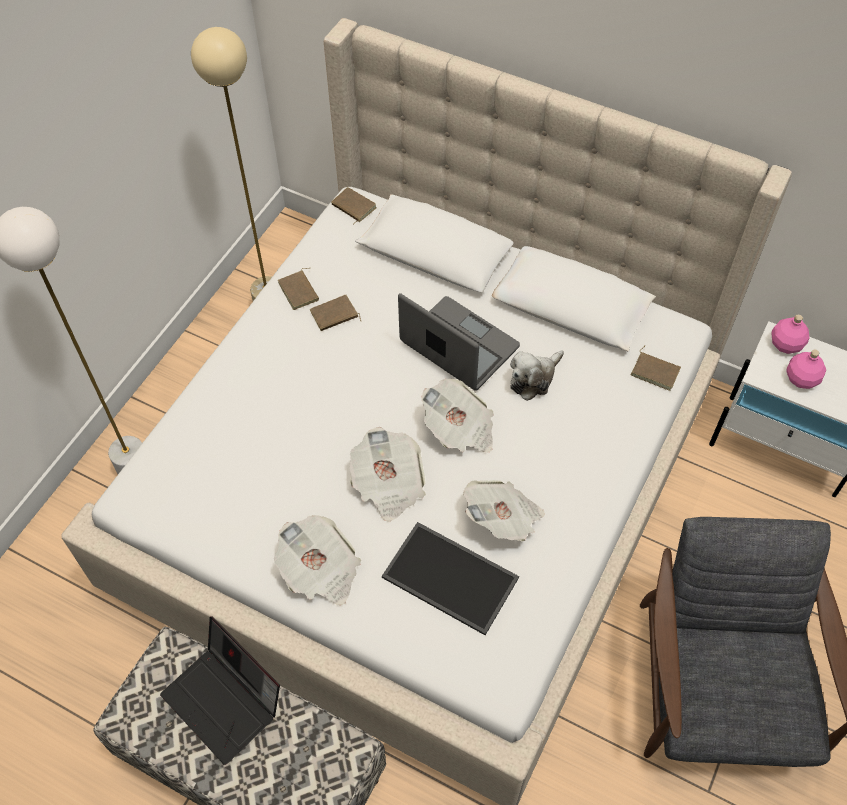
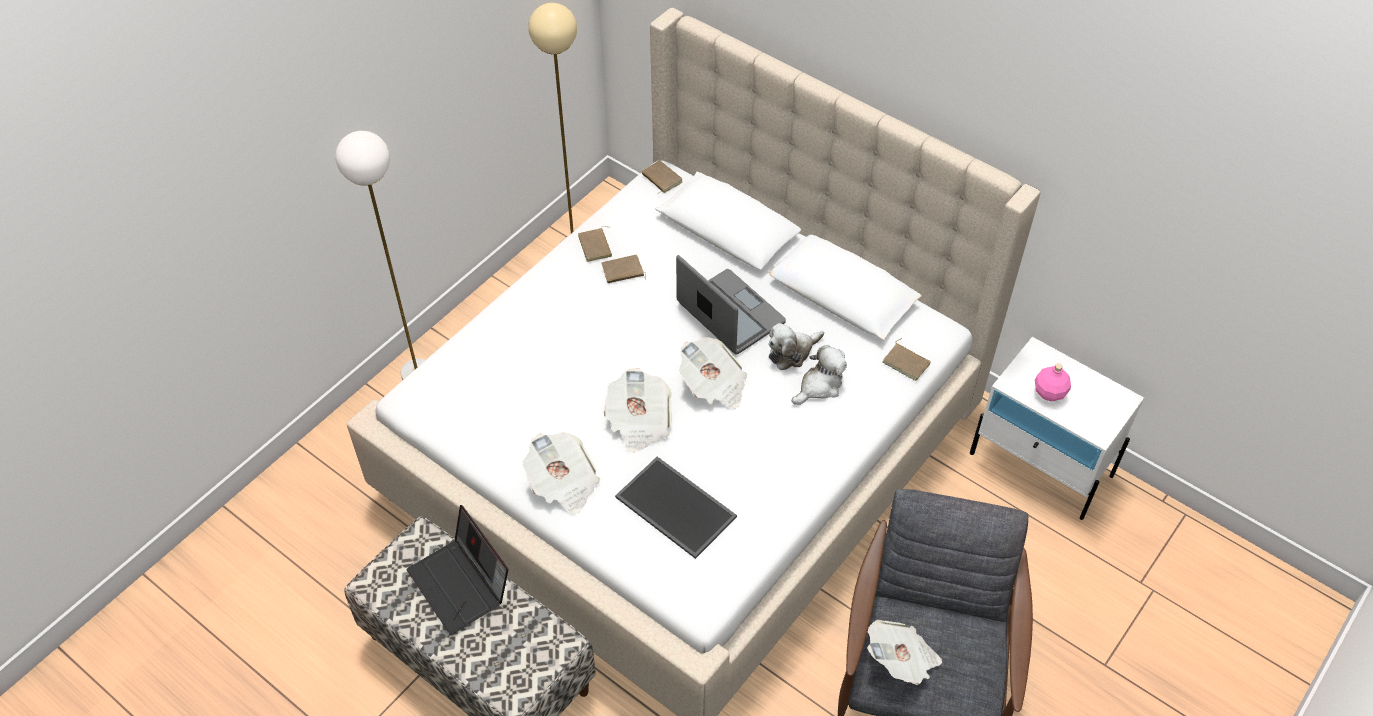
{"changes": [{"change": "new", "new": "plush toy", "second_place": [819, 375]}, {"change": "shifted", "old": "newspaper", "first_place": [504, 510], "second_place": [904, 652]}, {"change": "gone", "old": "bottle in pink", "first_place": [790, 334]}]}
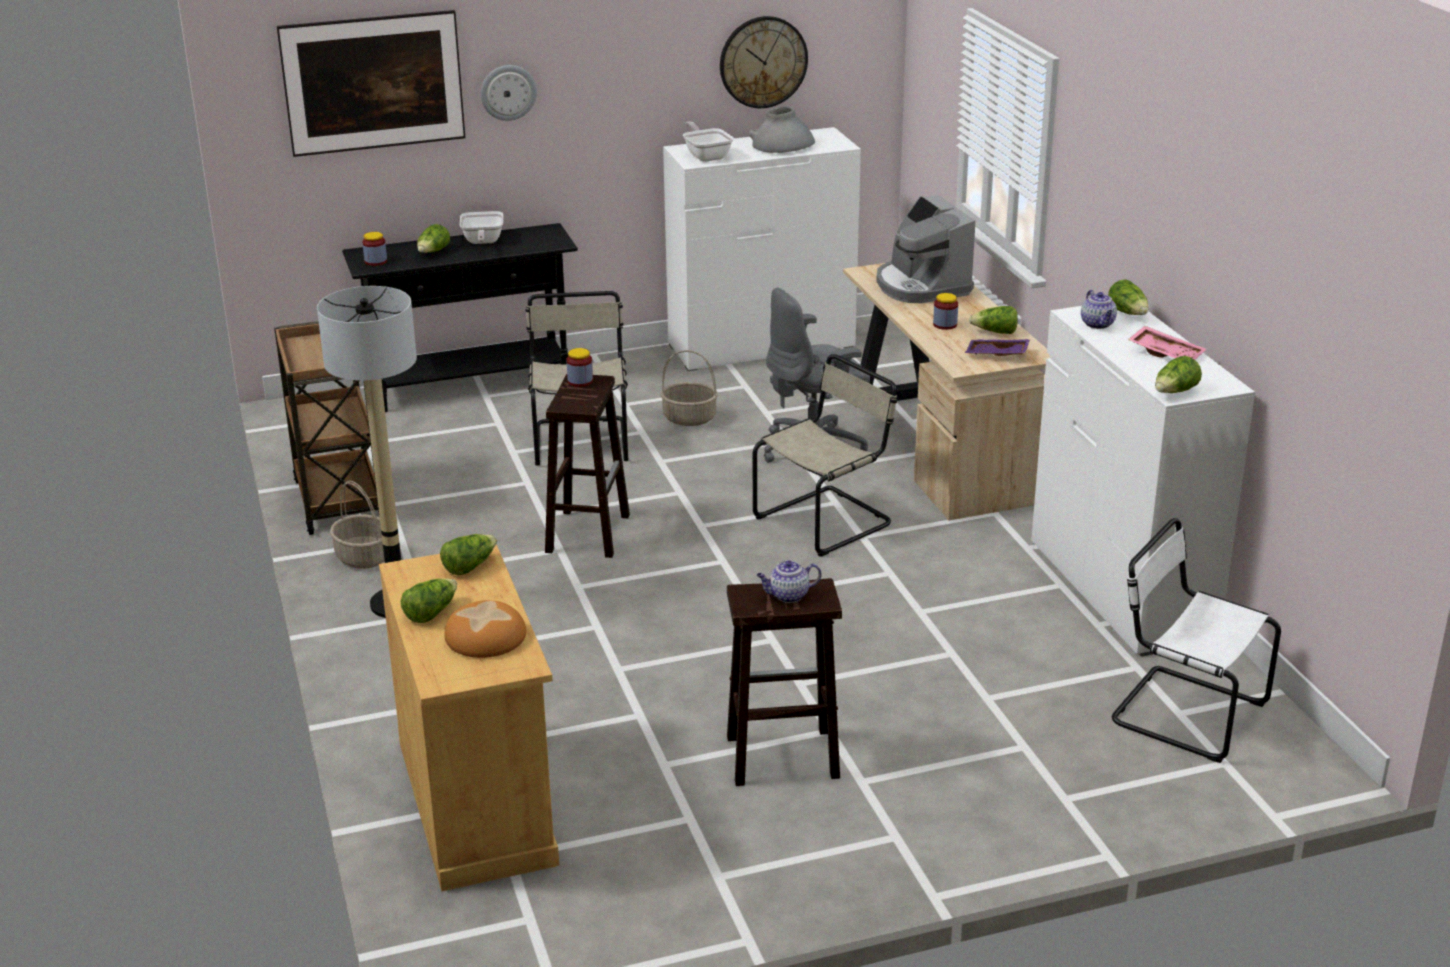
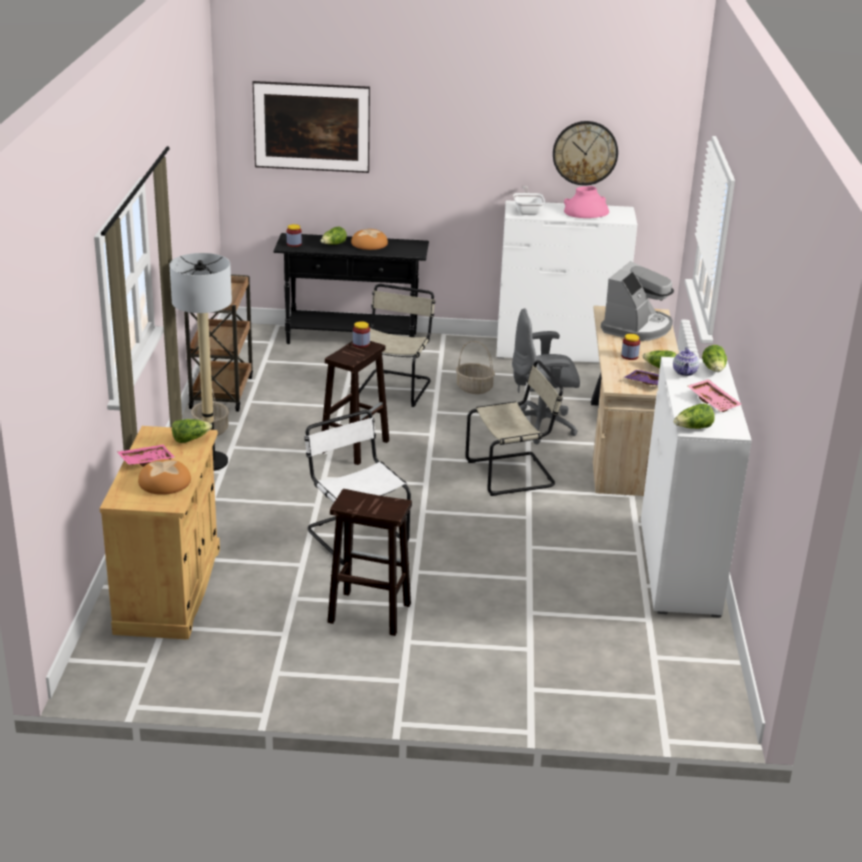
{"changes": [{"change": "swapped", "old": "lettuce", "new": "tray in pink", "first_place": [429, 601], "second_place": [146, 455]}, {"change": "shifted", "old": "chair in white", "first_place": [1196, 640], "second_place": [357, 487]}, {"change": "swapped", "old": "frying pan", "new": "bread", "first_place": [481, 227], "second_place": [369, 239]}, {"change": "repainted", "old": "vase in grey", "new": "vase in pink", "first_place": [782, 129], "second_place": [586, 202]}, {"change": "rotated", "old": "coffee machine", "first_place": [925, 249], "second_place": [637, 301], "degrees": -150}, {"change": "gone", "old": "wall clock", "first_place": [509, 93]}, {"change": "gone", "old": "teapot", "first_place": [789, 582]}]}
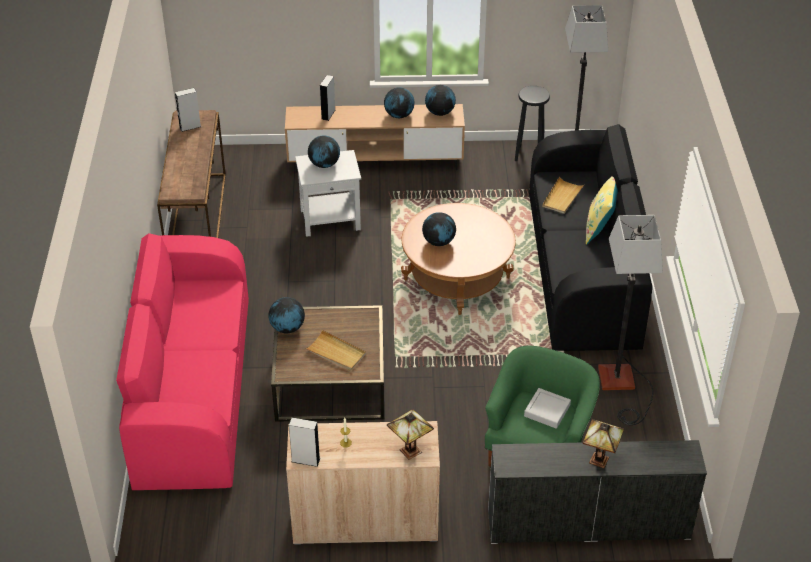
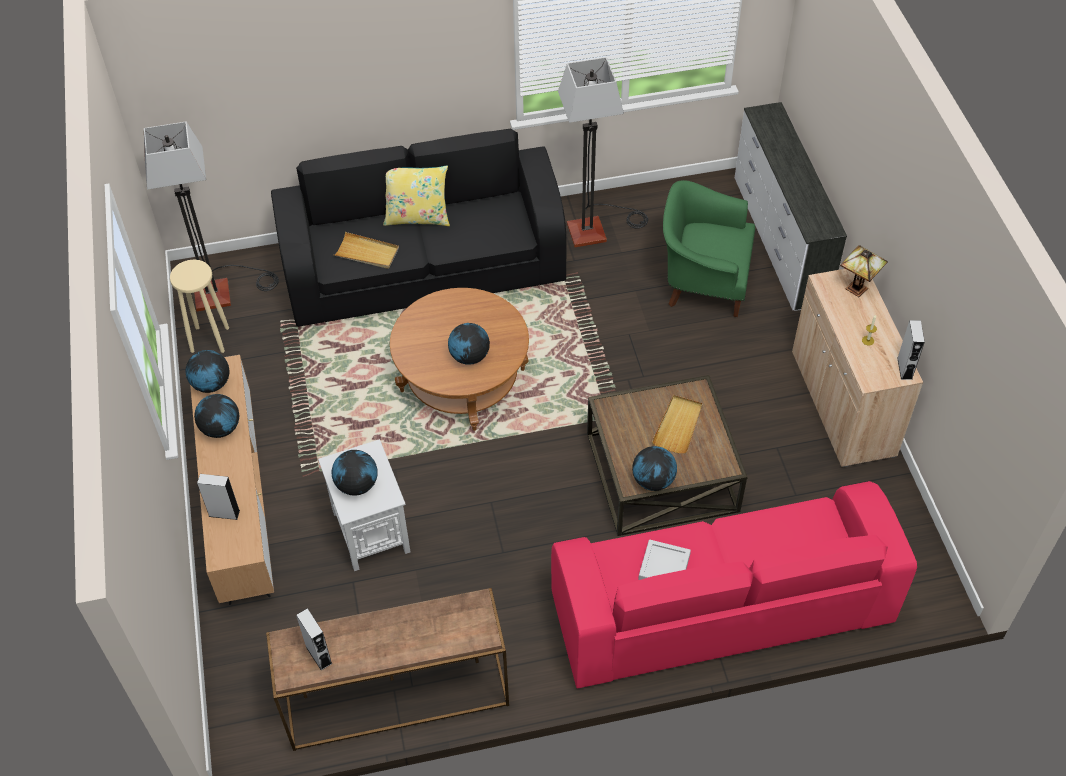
{"changes": [{"change": "repainted", "old": "stool in black", "new": "stool in beige", "first_place": [532, 123], "second_place": [199, 306]}, {"change": "shifted", "old": "tray in grey", "first_place": [547, 408], "second_place": [664, 560]}, {"change": "gone", "old": "table lamp", "first_place": [603, 443]}]}
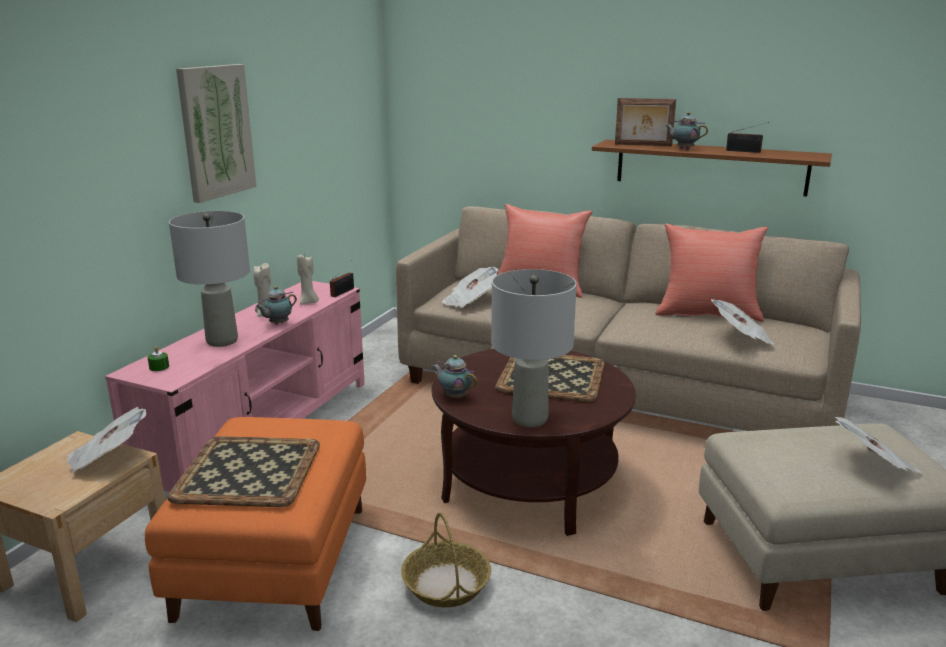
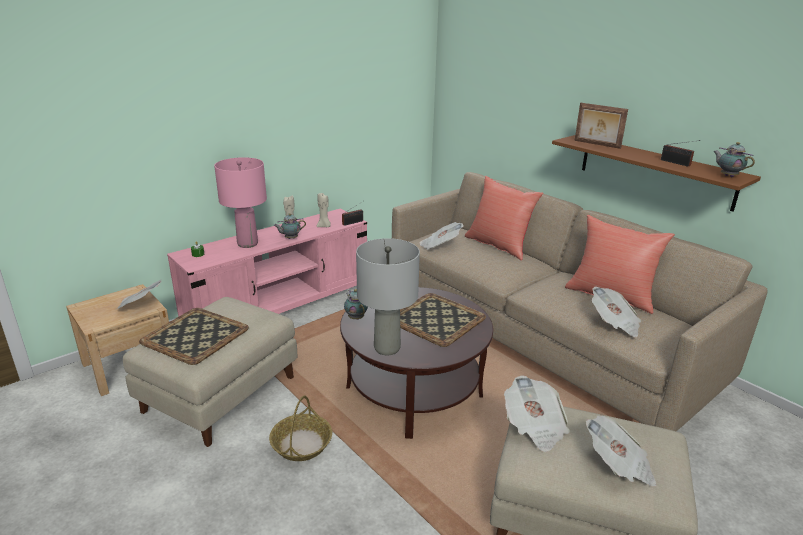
{"changes": [{"change": "repainted", "old": "ottoman in orange", "new": "ottoman in beige", "first_place": [255, 524], "second_place": [210, 372]}, {"change": "repainted", "old": "table lamp in grey", "new": "table lamp in pink", "first_place": [209, 279], "second_place": [240, 202]}, {"change": "new", "new": "newspaper", "second_place": [537, 413]}, {"change": "shifted", "old": "teapot", "first_place": [687, 131], "second_place": [734, 159]}, {"change": "gone", "old": "picture", "first_place": [216, 133]}]}
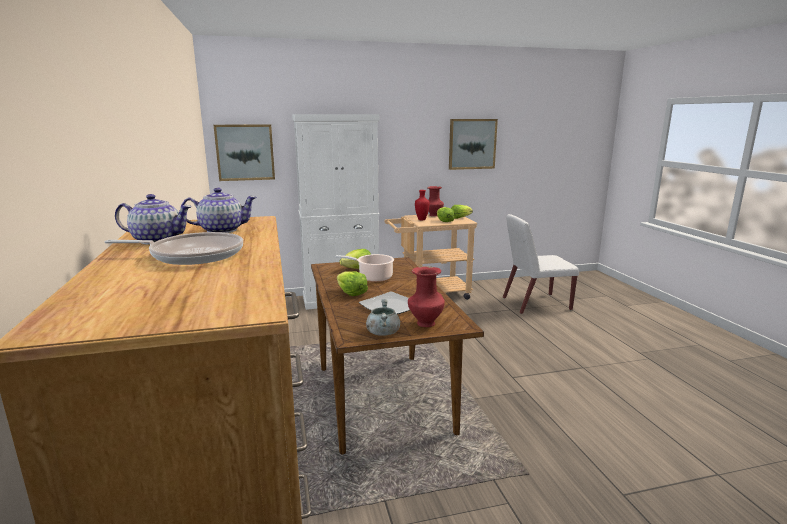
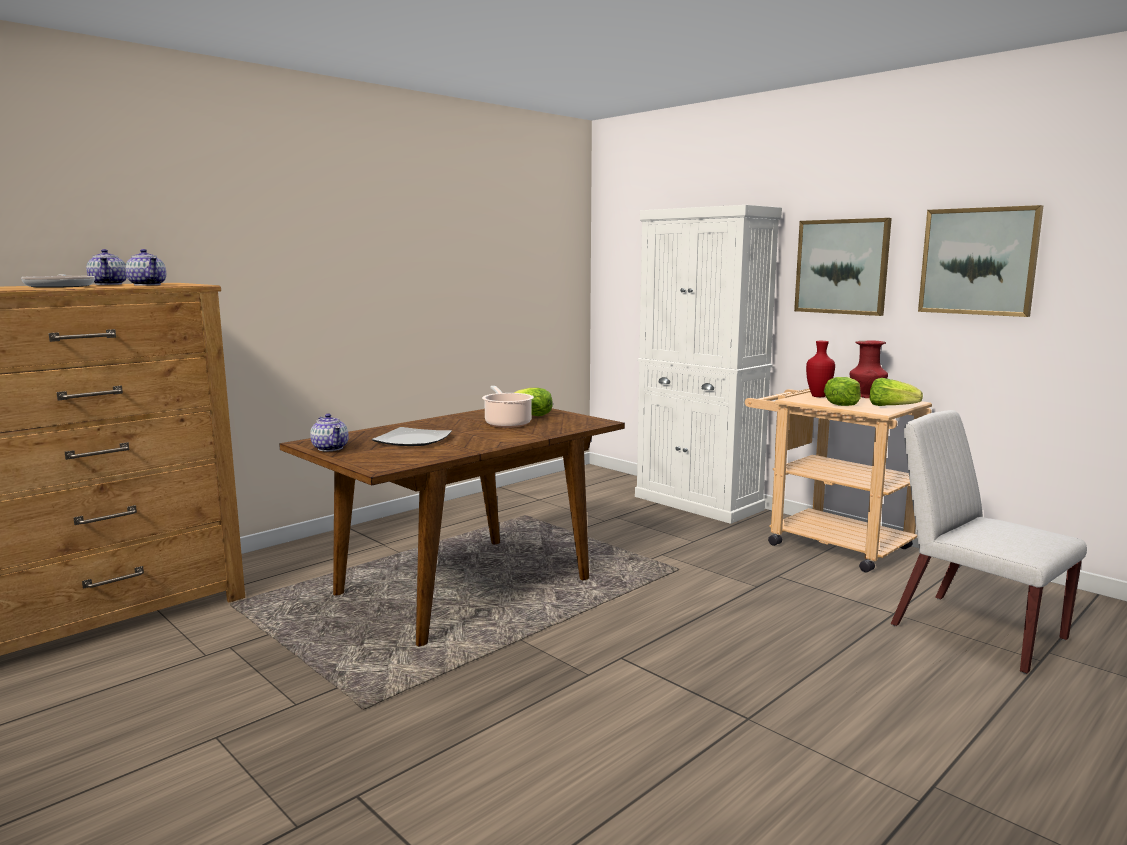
{"changes": [{"change": "swapped", "old": "cooking pot in grey", "new": "teapot", "first_place": [383, 317], "second_place": [329, 432]}, {"change": "shifted", "old": "picture", "first_place": [244, 152], "second_place": [843, 267]}, {"change": "gone", "old": "lettuce", "first_place": [352, 283]}, {"change": "gone", "old": "vase in red", "first_place": [426, 296]}]}
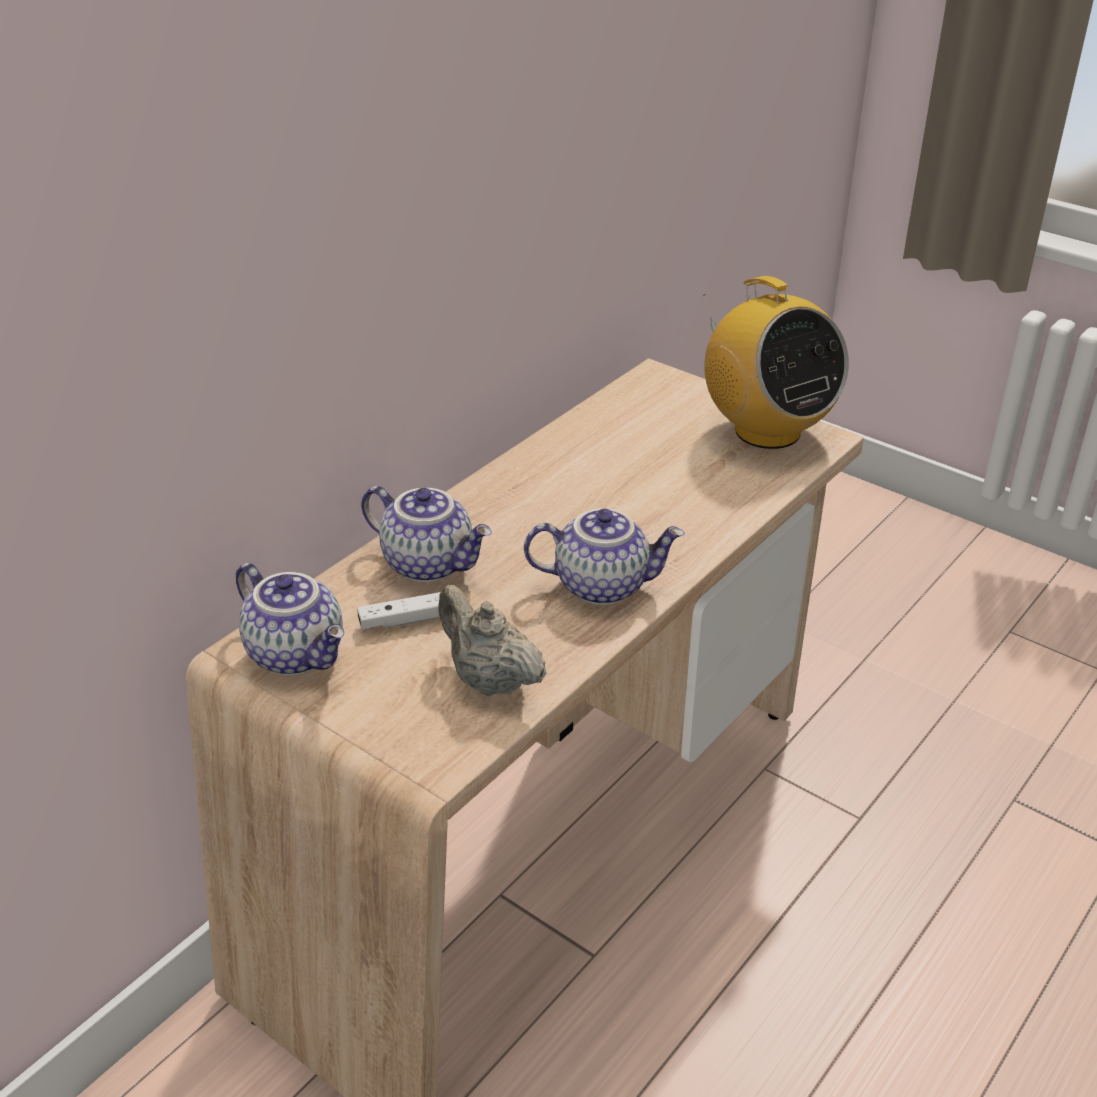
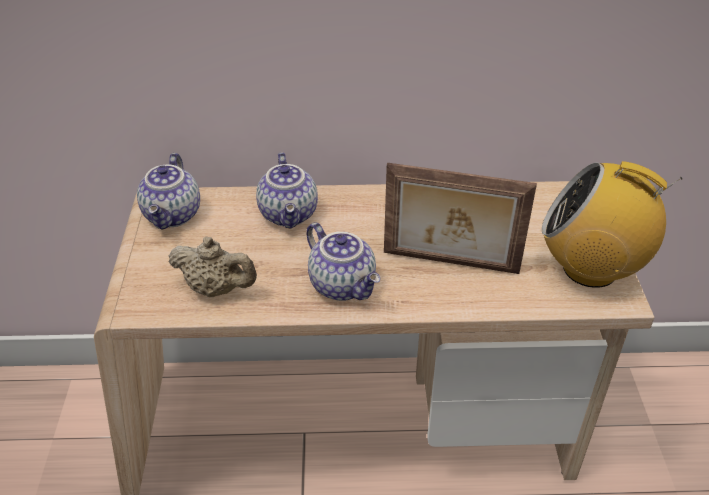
{"changes": [{"change": "rotated", "old": "teapot in beige", "first_place": [492, 640], "second_place": [212, 267], "degrees": 105}, {"change": "new", "new": "picture frame", "second_place": [460, 218]}, {"change": "rotated", "old": "radio", "first_place": [776, 362], "second_place": [612, 224], "degrees": 90}, {"change": "gone", "old": "game controller in white", "first_place": [399, 610]}]}
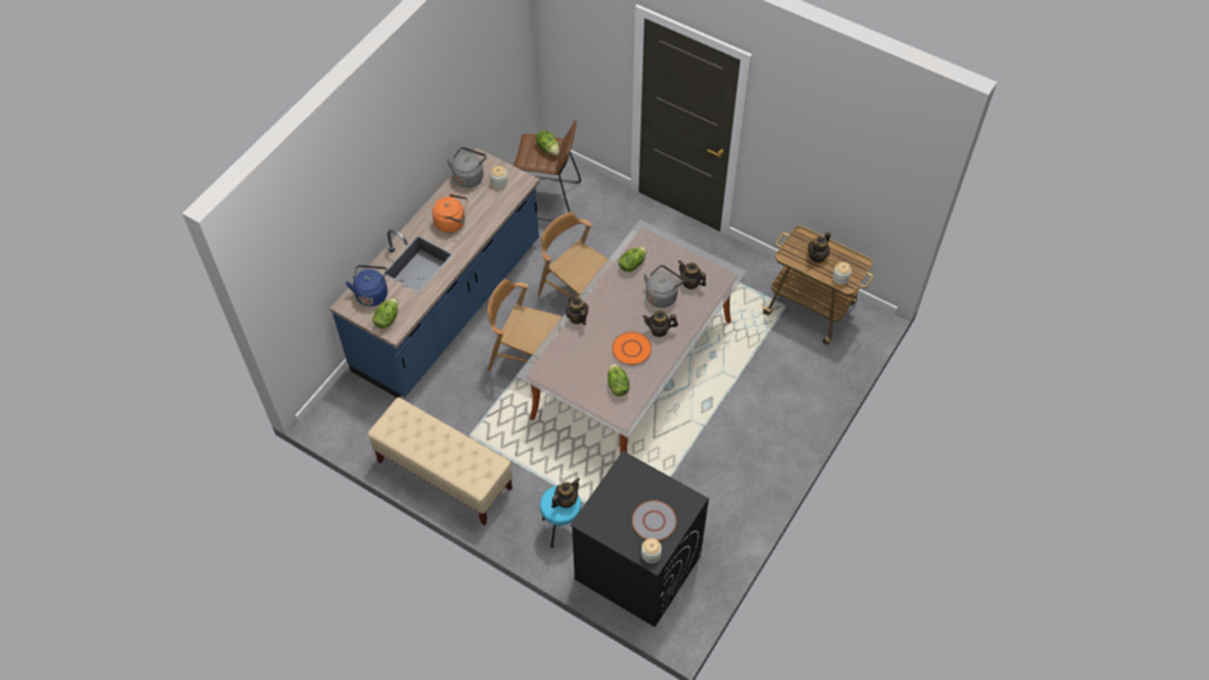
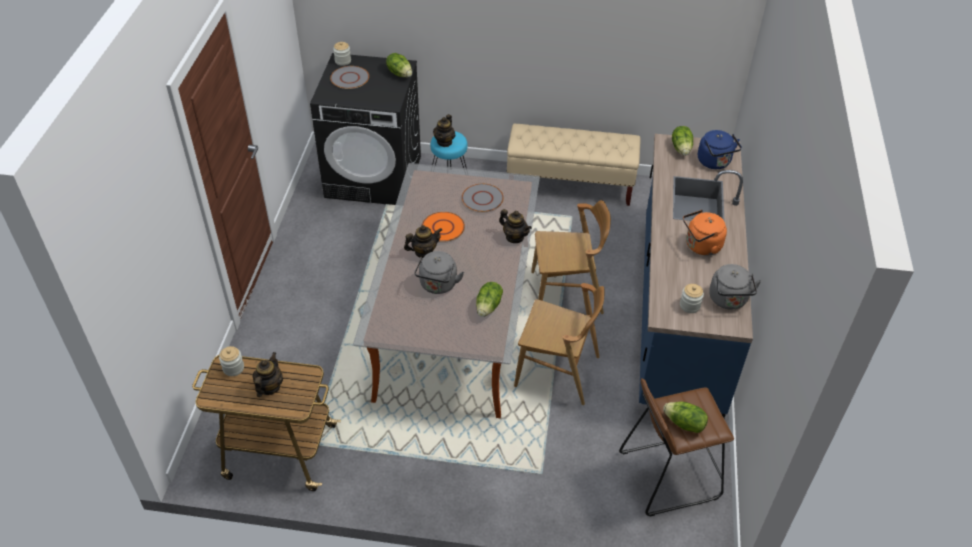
{"changes": [{"change": "shifted", "old": "lettuce", "first_place": [619, 379], "second_place": [399, 65]}, {"change": "new", "new": "plate in grey", "second_place": [483, 198]}, {"change": "gone", "old": "teapot", "first_place": [692, 274]}]}
